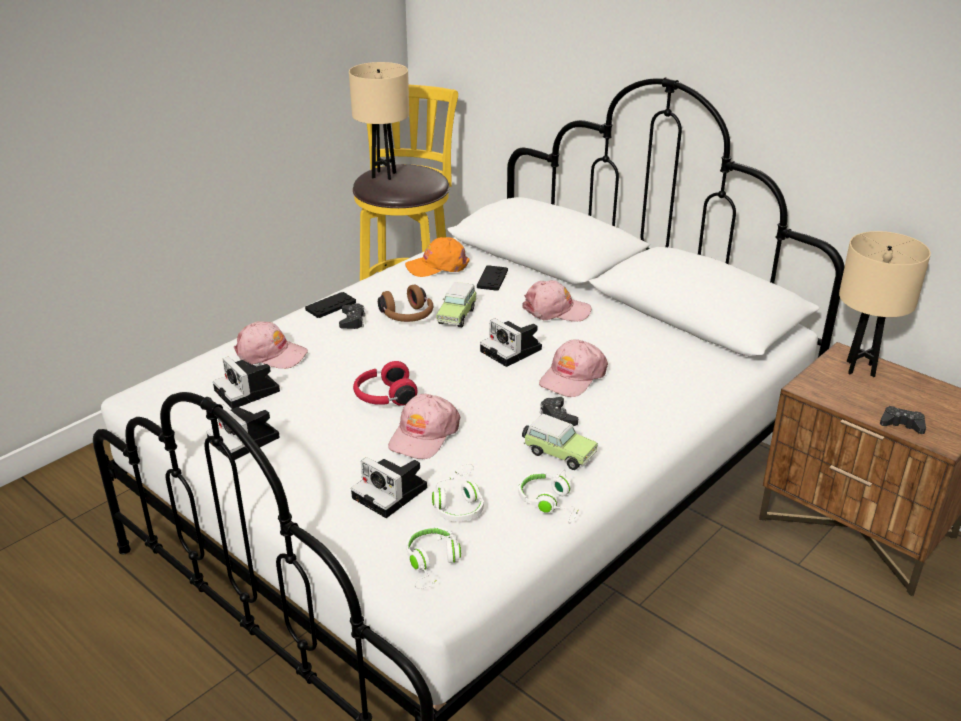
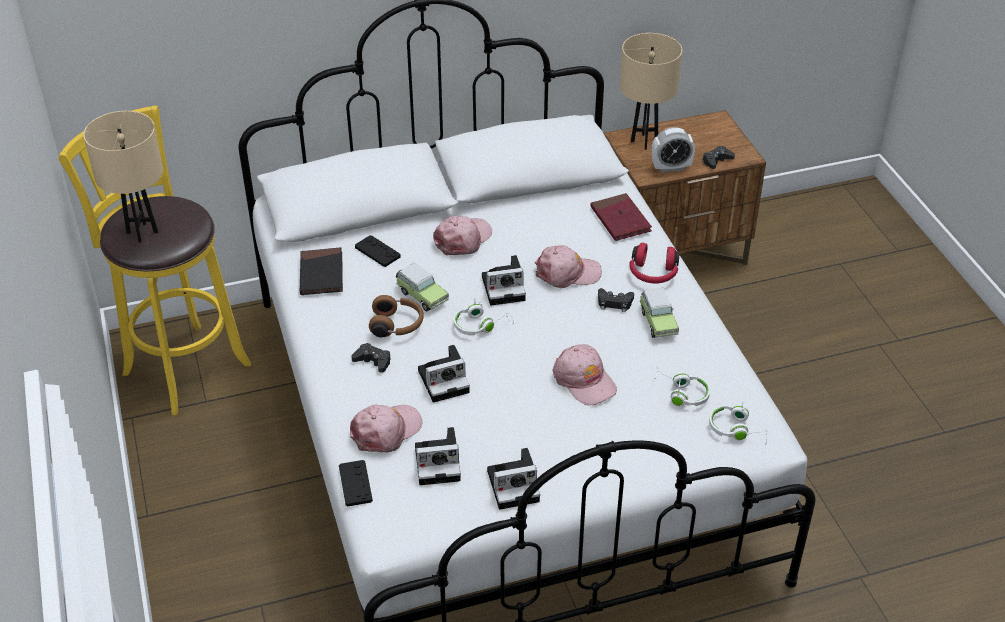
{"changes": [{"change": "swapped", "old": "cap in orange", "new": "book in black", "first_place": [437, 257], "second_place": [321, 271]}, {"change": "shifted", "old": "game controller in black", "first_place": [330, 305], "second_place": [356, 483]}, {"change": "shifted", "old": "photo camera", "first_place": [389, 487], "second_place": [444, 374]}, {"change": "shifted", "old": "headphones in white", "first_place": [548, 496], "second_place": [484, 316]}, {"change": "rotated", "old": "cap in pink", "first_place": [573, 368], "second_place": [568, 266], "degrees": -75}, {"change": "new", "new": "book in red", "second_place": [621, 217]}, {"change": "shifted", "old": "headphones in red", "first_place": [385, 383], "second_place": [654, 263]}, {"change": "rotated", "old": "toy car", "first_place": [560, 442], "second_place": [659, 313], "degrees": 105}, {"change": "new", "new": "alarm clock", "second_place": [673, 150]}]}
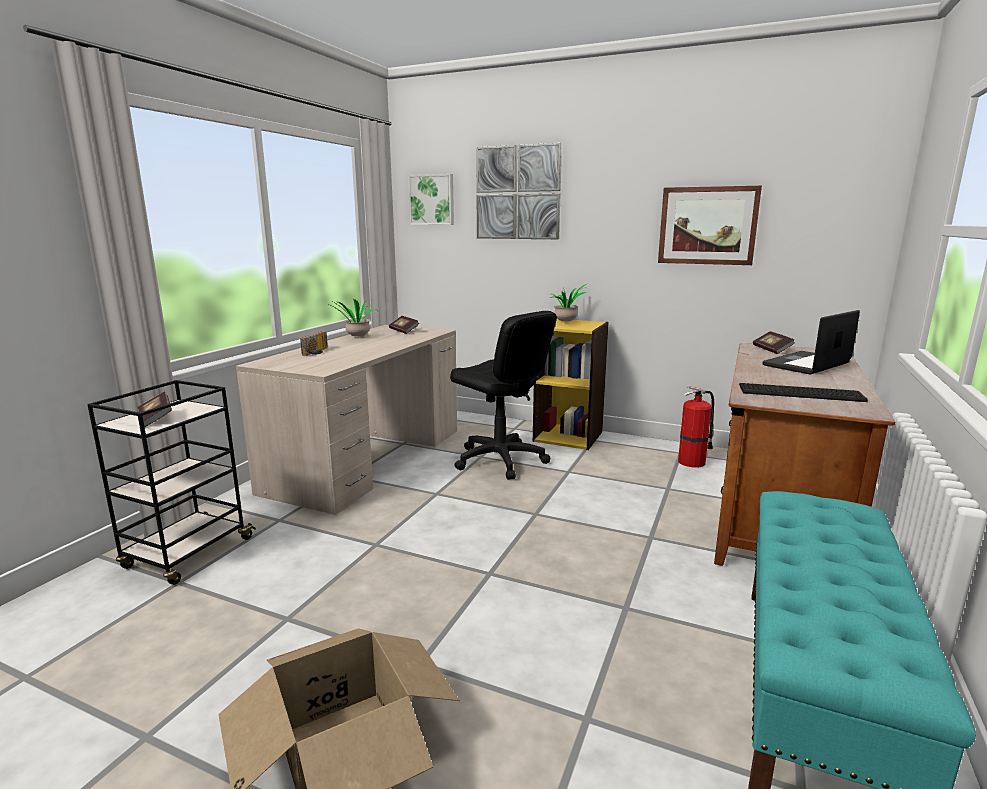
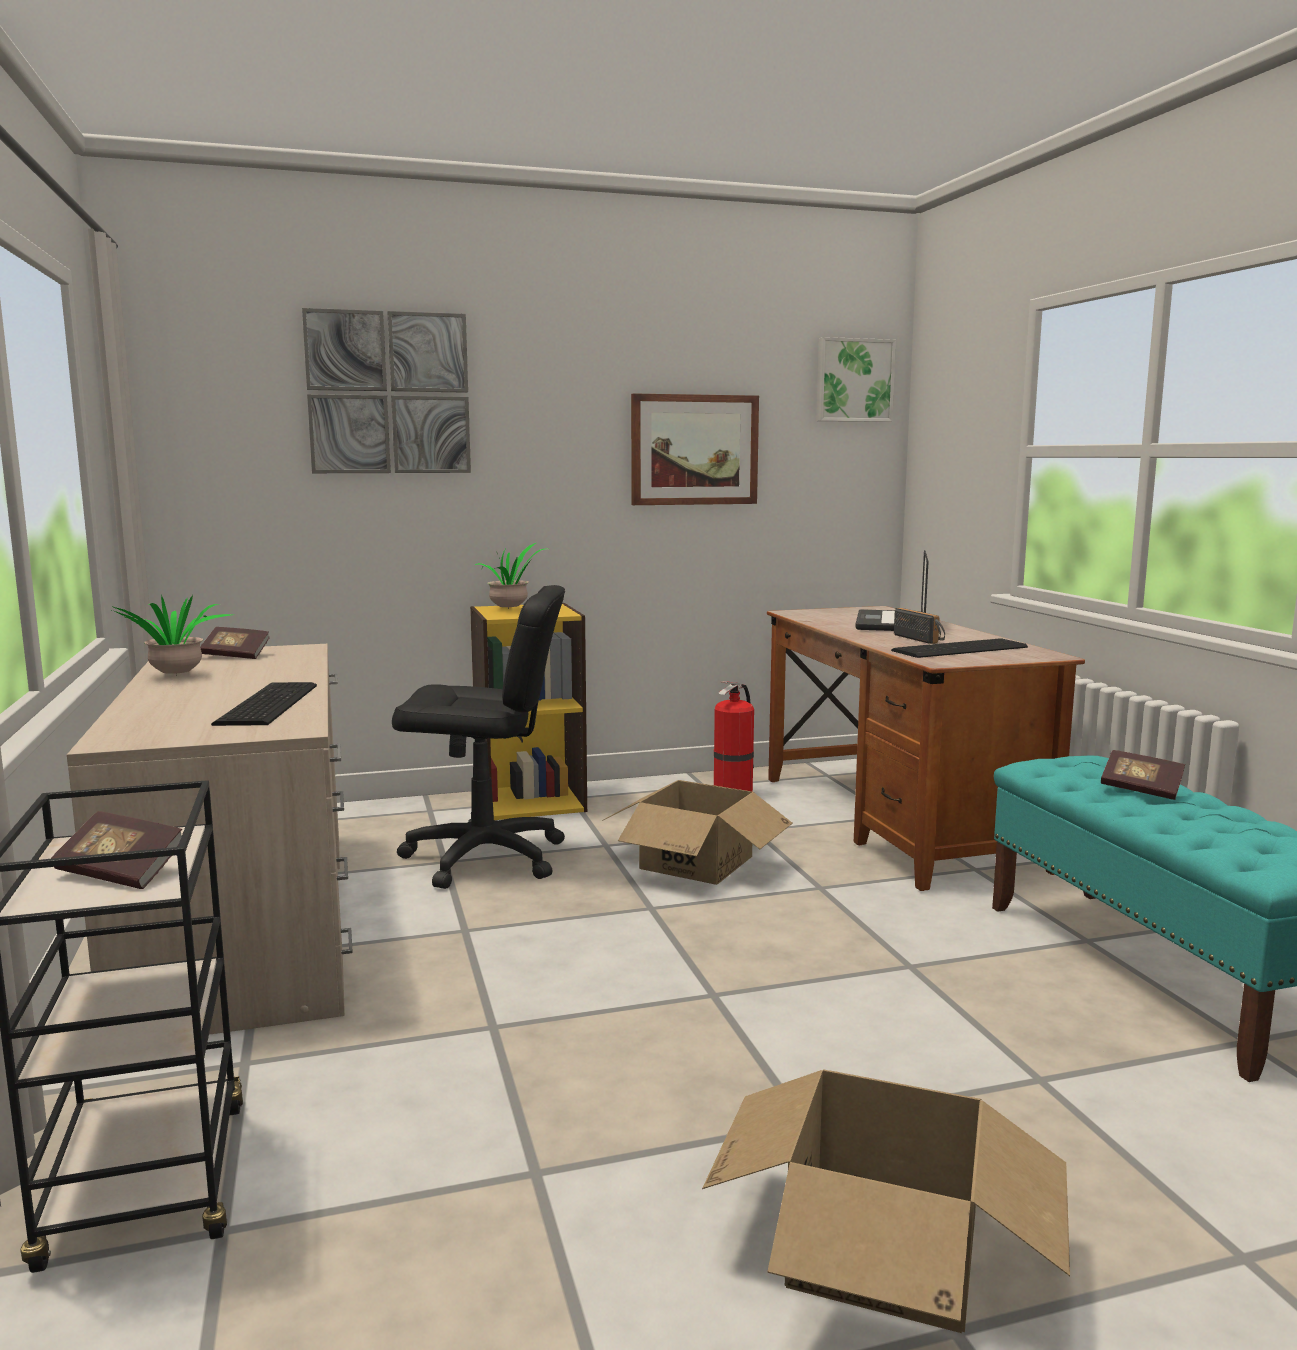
{"changes": [{"change": "new", "new": "keyboard", "second_place": [264, 704]}, {"change": "new", "new": "cardboard box", "second_place": [697, 832]}, {"change": "shifted", "old": "picture", "first_place": [431, 199], "second_place": [856, 379]}, {"change": "shifted", "old": "radio", "first_place": [314, 343], "second_place": [919, 626]}, {"change": "shifted", "old": "book", "first_place": [773, 342], "second_place": [1143, 775]}]}
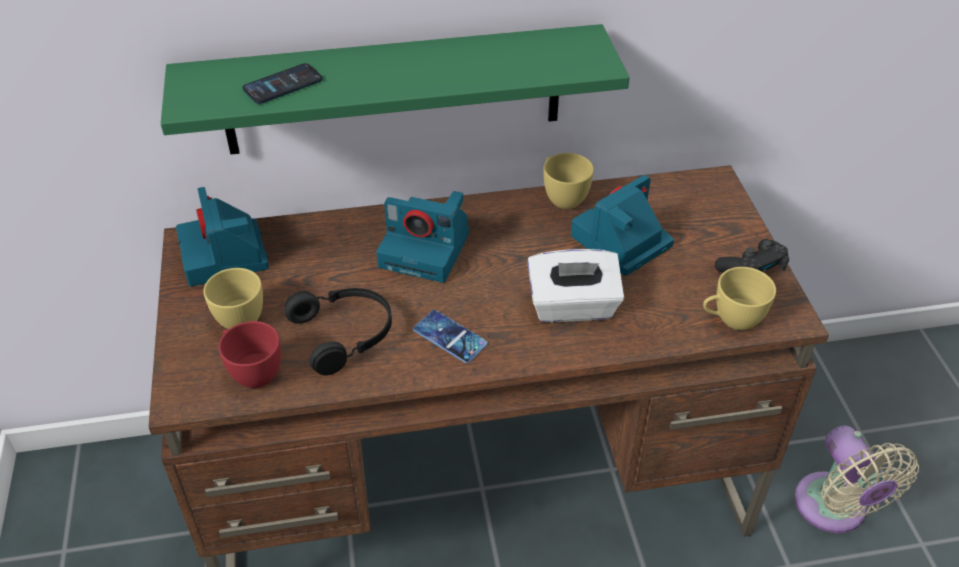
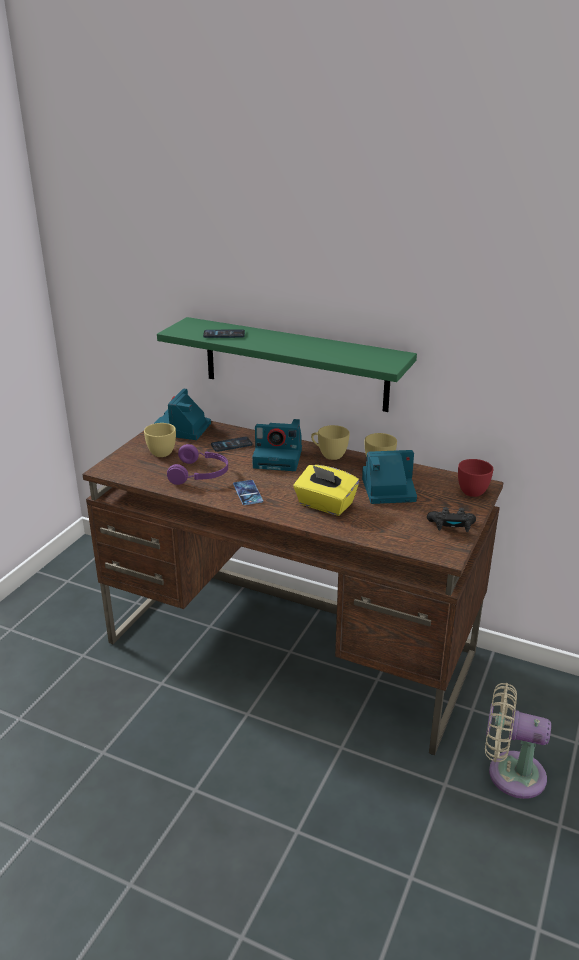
{"changes": [{"change": "repainted", "old": "headphones in black", "new": "headphones in purple", "first_place": [338, 331], "second_place": [197, 464]}, {"change": "new", "new": "phone", "second_place": [232, 444]}, {"change": "rotated", "old": "photo camera", "first_place": [422, 237], "second_place": [277, 445], "degrees": -45}, {"change": "repainted", "old": "tissue box in white", "new": "tissue box in yellow", "first_place": [575, 285], "second_place": [326, 490]}, {"change": "shifted", "old": "cup in yellow", "first_place": [739, 298], "second_place": [330, 442]}, {"change": "shifted", "old": "cup in red", "first_place": [250, 354], "second_place": [475, 478]}, {"change": "rotated", "old": "fan in beige", "first_place": [857, 479], "second_place": [518, 741], "degrees": 90}]}
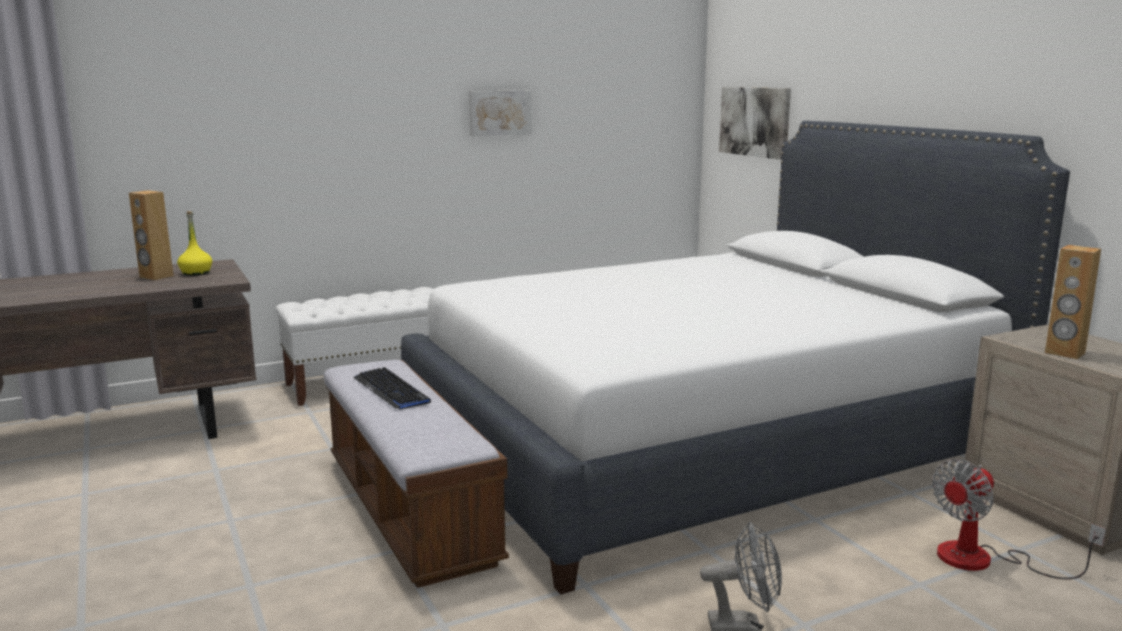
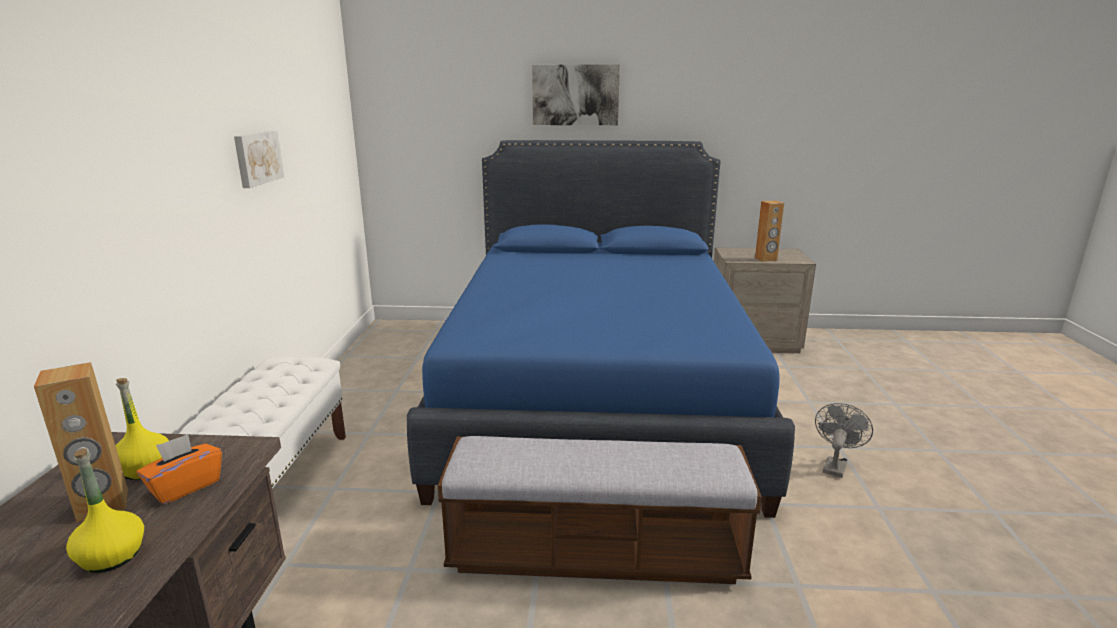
{"changes": [{"change": "new", "new": "bottle in yellow", "second_place": [105, 510]}, {"change": "new", "new": "tissue box in orange", "second_place": [179, 469]}, {"change": "repainted", "old": "bed in white", "new": "bed in blue", "first_place": [735, 358], "second_place": [601, 329]}, {"change": "shifted", "old": "picture", "first_place": [755, 123], "second_place": [576, 94]}, {"change": "gone", "old": "keyboard", "first_place": [392, 388]}, {"change": "gone", "old": "fan", "first_place": [1019, 519]}]}
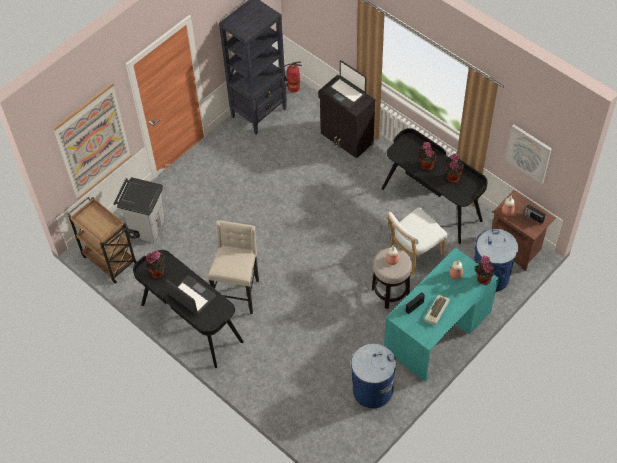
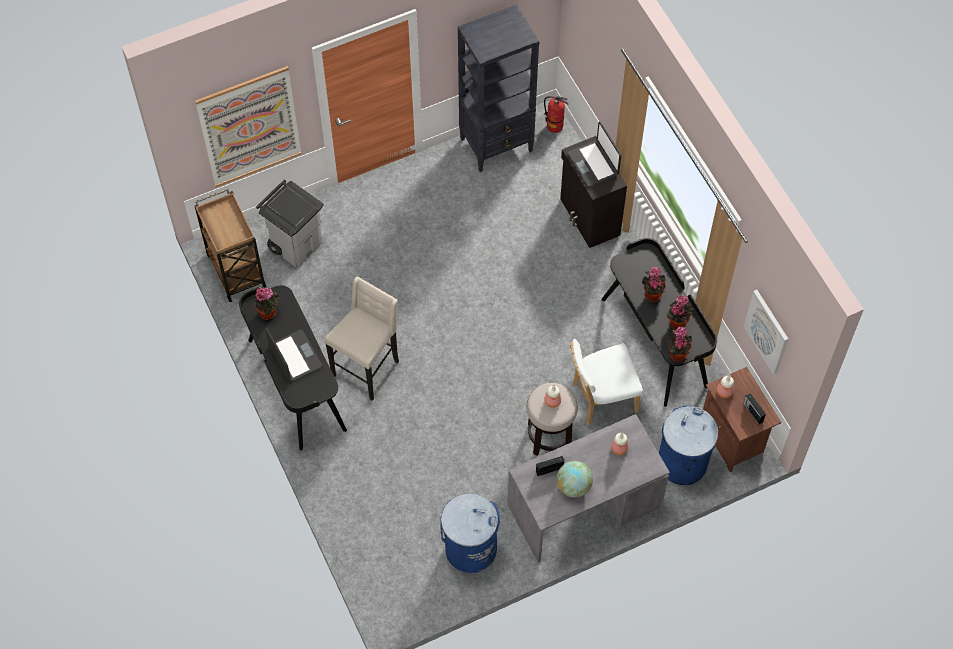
{"changes": [{"change": "repainted", "old": "desk in turquoise", "new": "desk in grey", "first_place": [441, 314], "second_place": [588, 488]}, {"change": "swapped", "old": "keyboard", "new": "globe", "first_place": [436, 310], "second_place": [574, 479]}, {"change": "shifted", "old": "potted plant", "first_place": [485, 270], "second_place": [679, 344]}]}
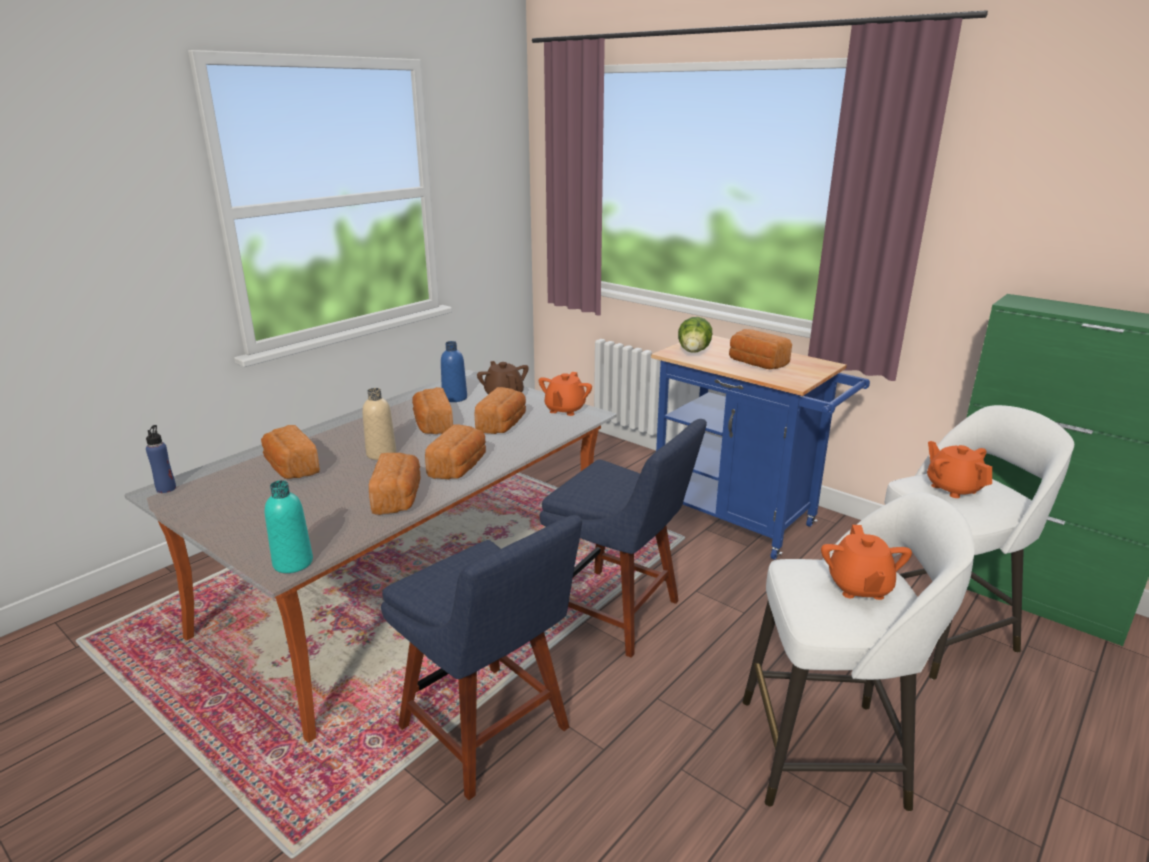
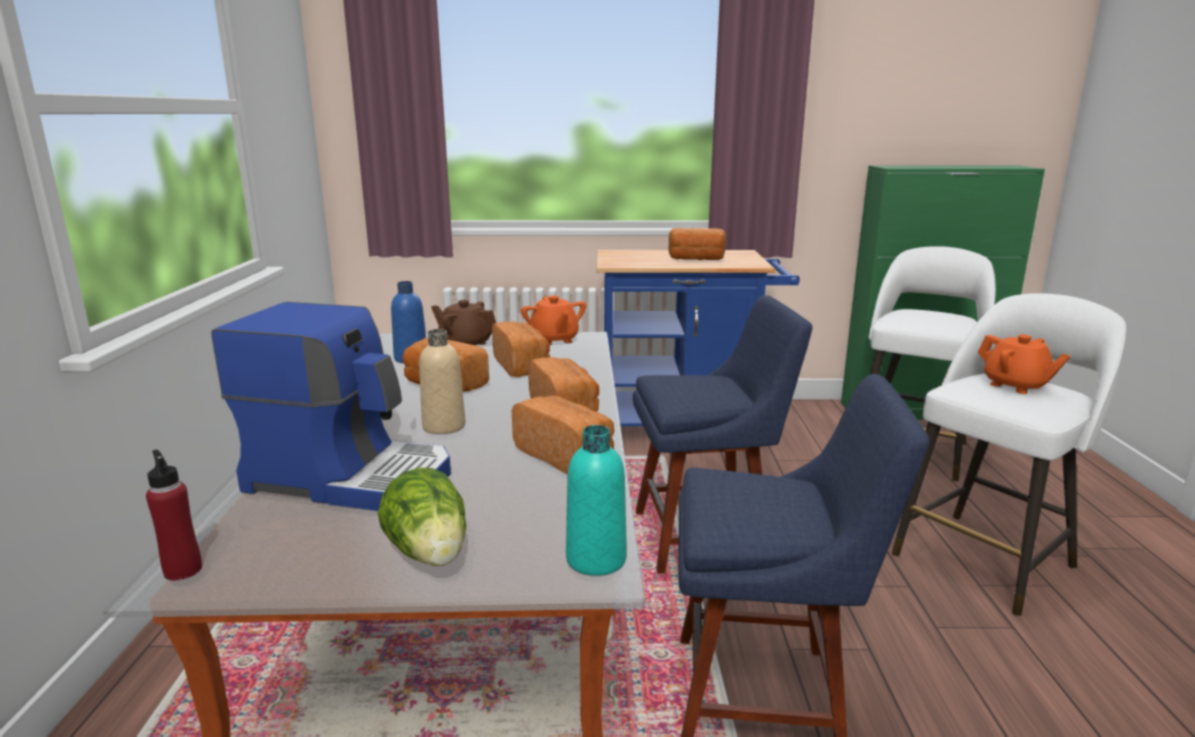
{"changes": [{"change": "repainted", "old": "bottle in blue", "new": "bottle in red", "first_place": [161, 459], "second_place": [174, 515]}, {"change": "swapped", "old": "bread", "new": "coffee machine", "first_place": [290, 452], "second_place": [331, 406]}, {"change": "shifted", "old": "lettuce", "first_place": [695, 335], "second_place": [422, 517]}, {"change": "gone", "old": "teapot in orange", "first_place": [959, 469]}]}
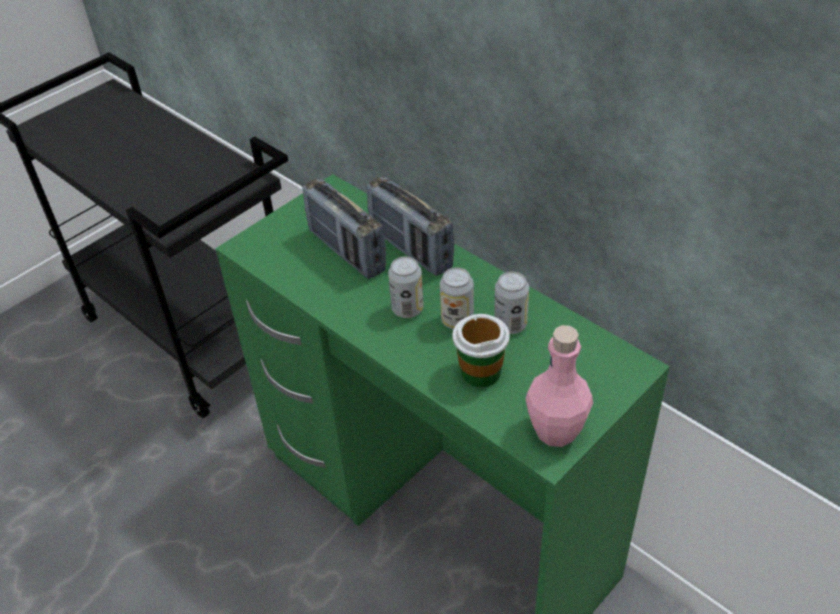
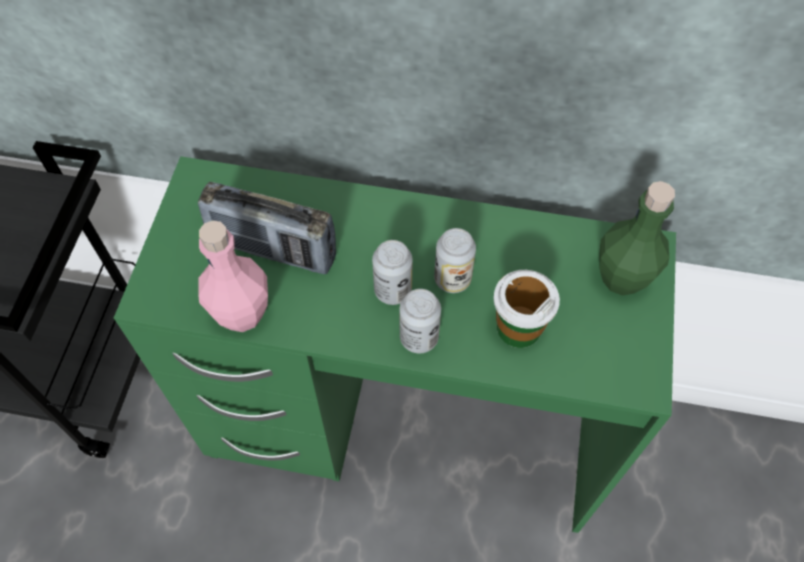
{"changes": [{"change": "shifted", "old": "bottle in pink", "first_place": [559, 386], "second_place": [233, 276]}, {"change": "shifted", "old": "can", "first_place": [511, 302], "second_place": [420, 321]}, {"change": "new", "new": "bottle in green", "second_place": [637, 238]}, {"change": "gone", "old": "radio", "first_place": [410, 226]}]}
